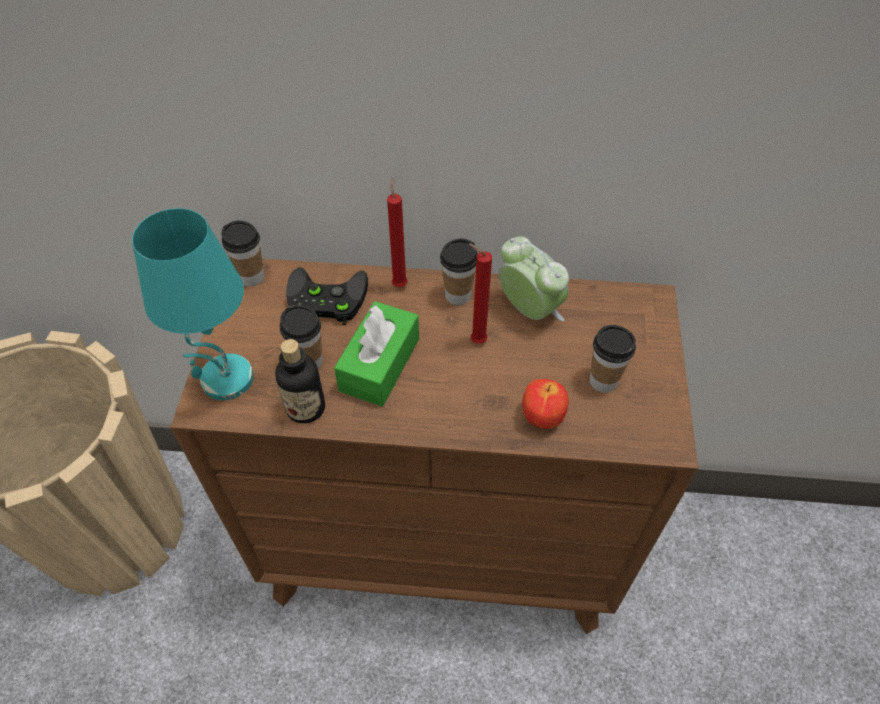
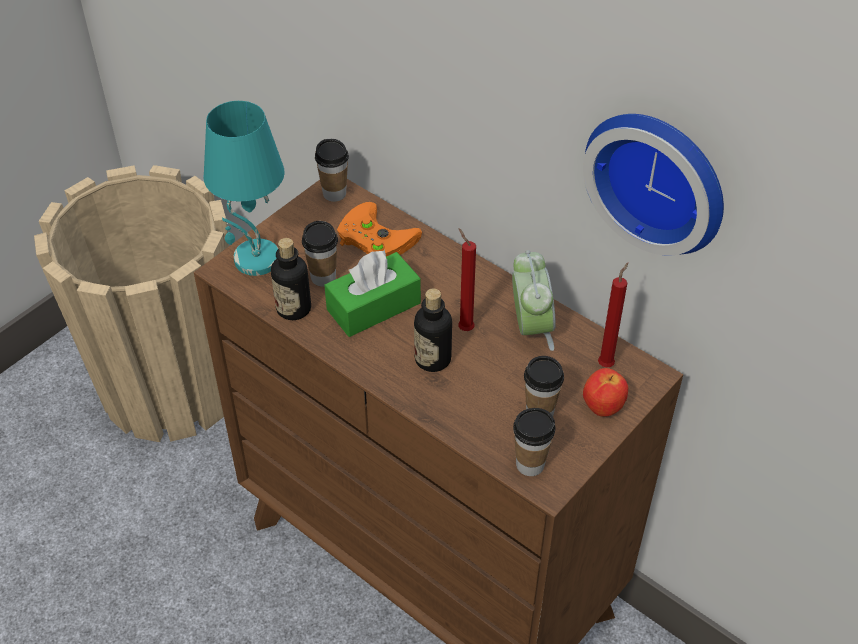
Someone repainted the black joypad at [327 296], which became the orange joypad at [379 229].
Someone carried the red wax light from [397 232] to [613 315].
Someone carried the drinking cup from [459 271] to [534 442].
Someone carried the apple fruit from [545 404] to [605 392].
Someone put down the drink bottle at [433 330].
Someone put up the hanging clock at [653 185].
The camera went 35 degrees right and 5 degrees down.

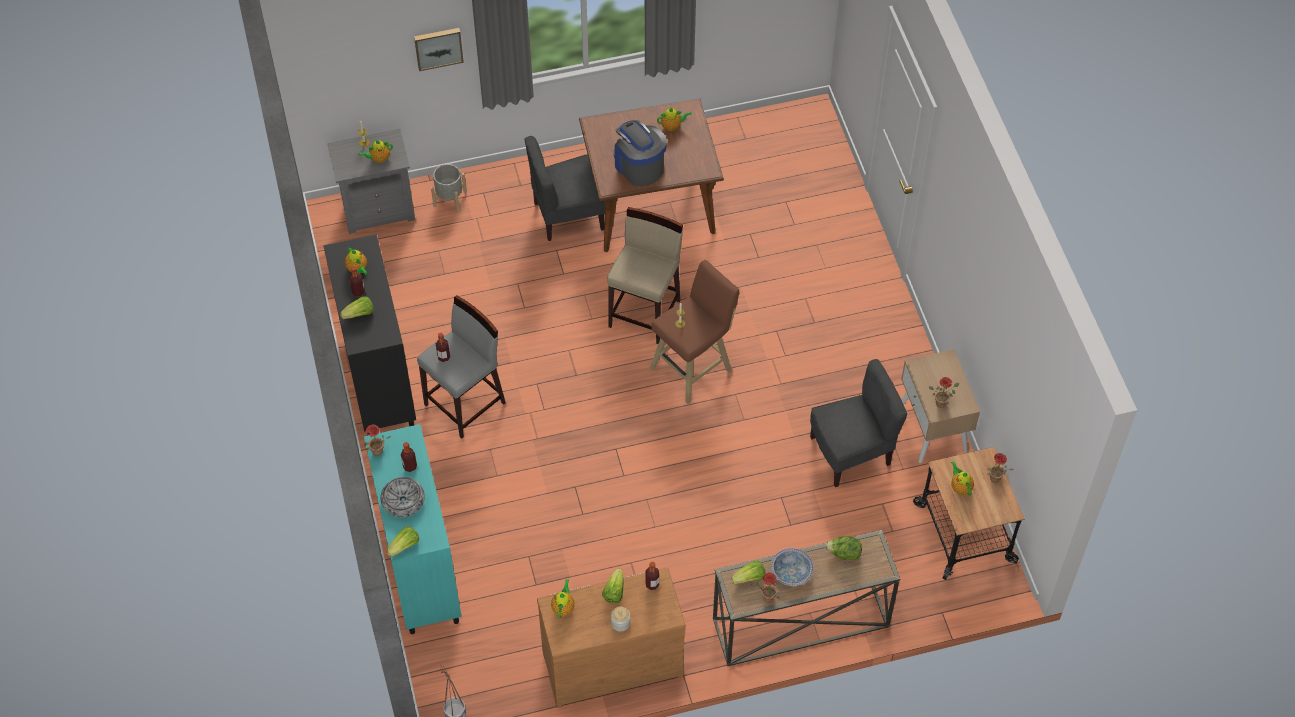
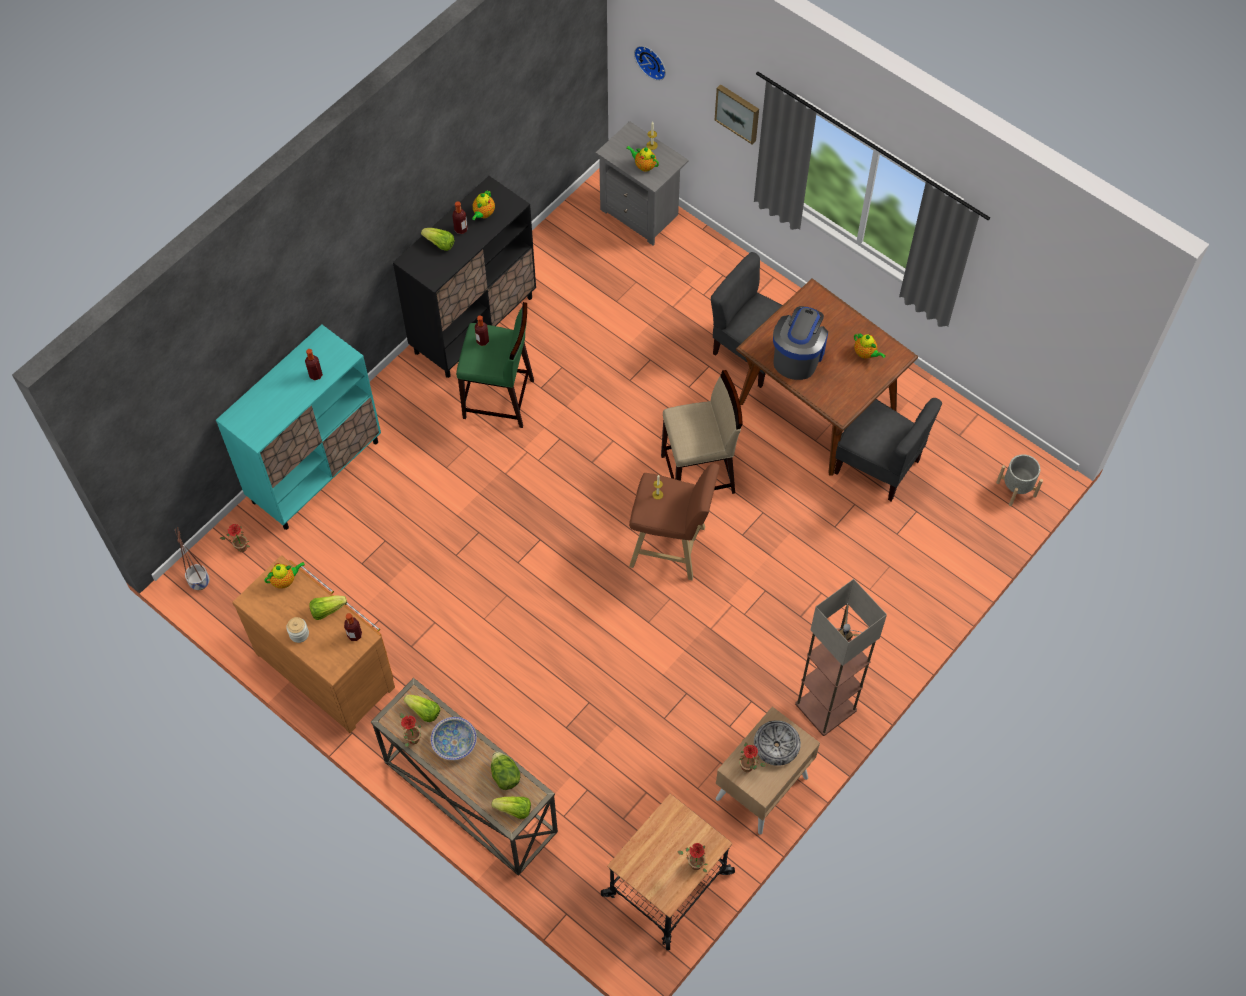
Someone carried the houseplant from [377 440] to [235 538].
Someone carried the serving bowl from [402 497] to [777 743].
Someone carried the lettuce from [402 541] to [511 808].
Someone repainted the grey sitting stool at [461 367], which became the green sitting stool at [495 365].
Someone carried the grey flower pot from [449 188] to [1019 480].
Someone carried the grey upright chair from [858 423] to [888 449].
Someone took away the pot for tea at [962 478].
Someone put up the hanging clock at [650 63].
Someone put down the standing lamp at [841 657].
The camera went 55 degrees right and 5 degrees up.

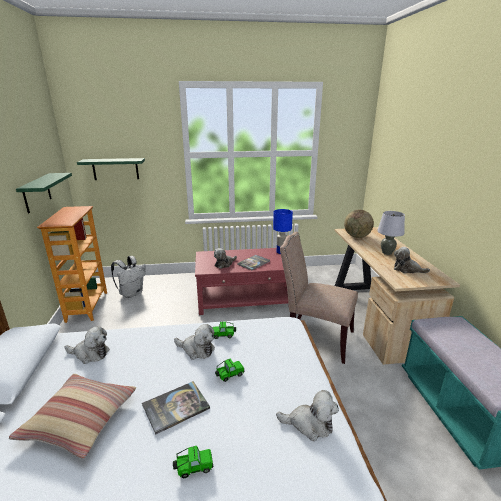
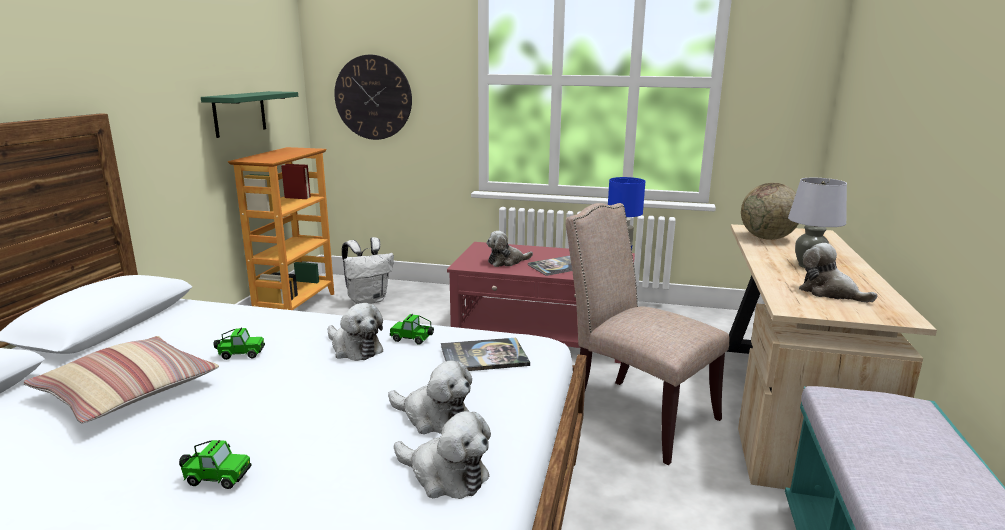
Someone carried the soft toy from [87 345] to [430 397].
Someone swapped the green bracket shelf at [111 169] for the hanging clock at [373 97].
Someone carried the bound book from [176 408] to [485 354].
Someone carried the toy car from [230 370] to [239 343].
The camera went 20 degrees right and 5 degrees down.

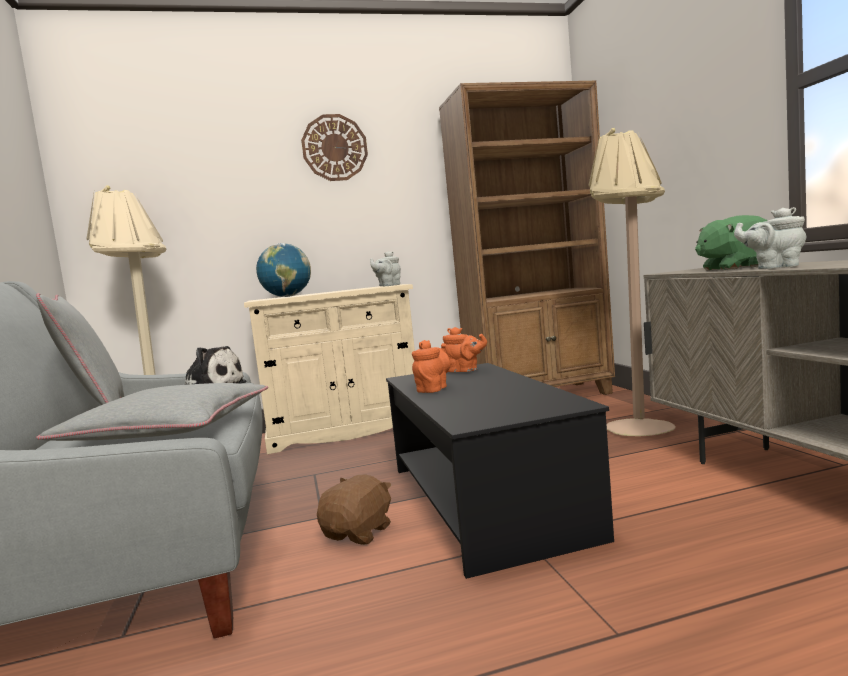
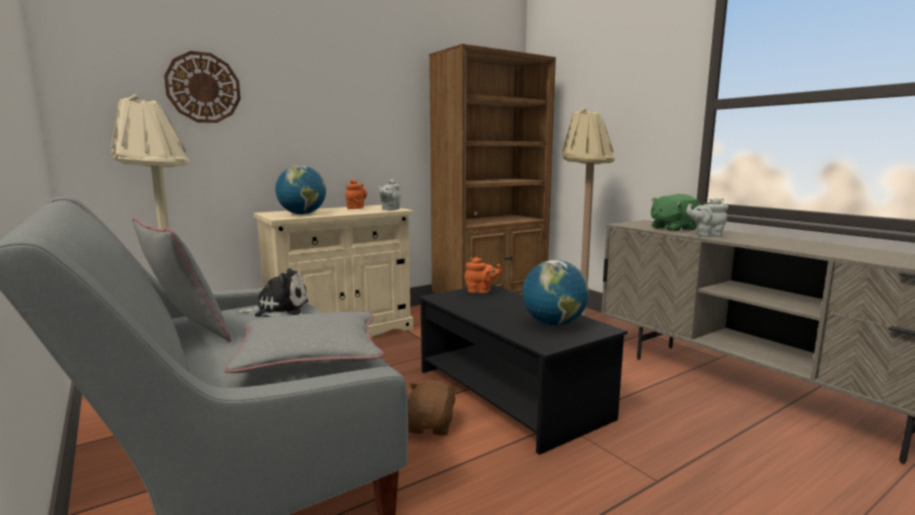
Someone carried the hanging clock from [334 147] to [202 87].
Someone carried the orange pot for tea from [431 366] to [356 194].
Someone put down the desk globe at [555 293].
The camera went 20 degrees left and 5 degrees up.

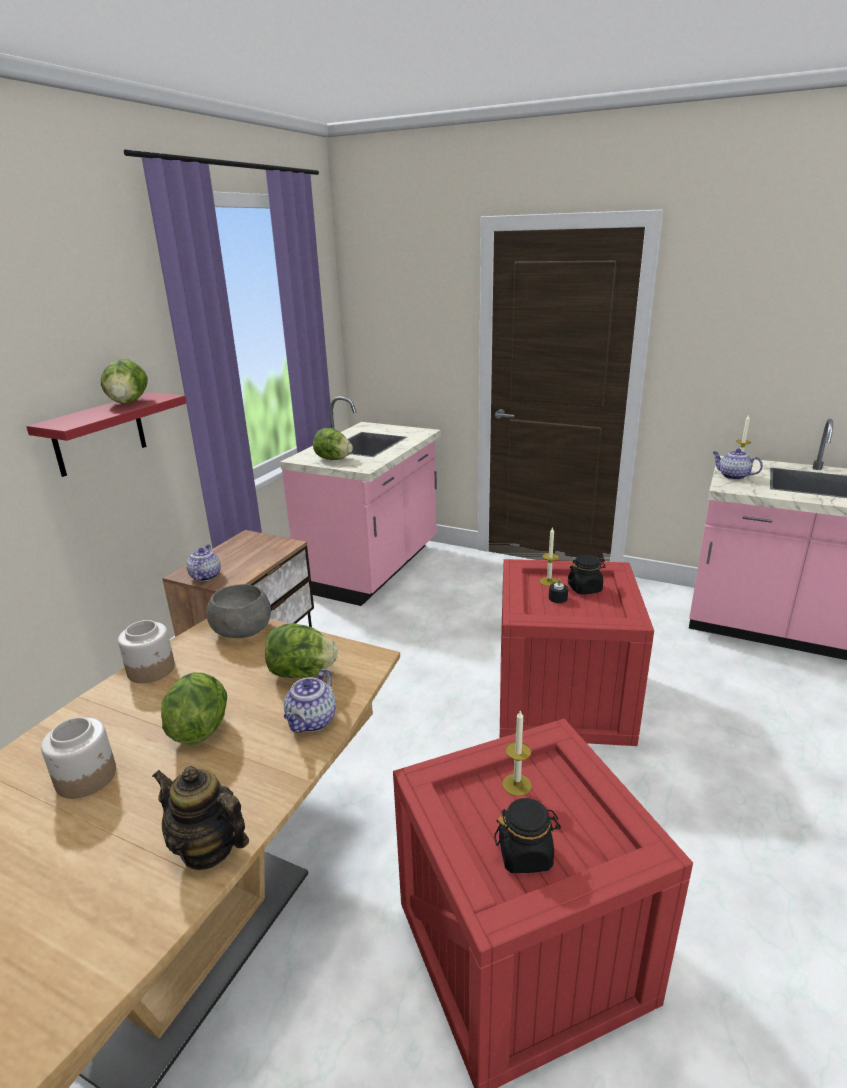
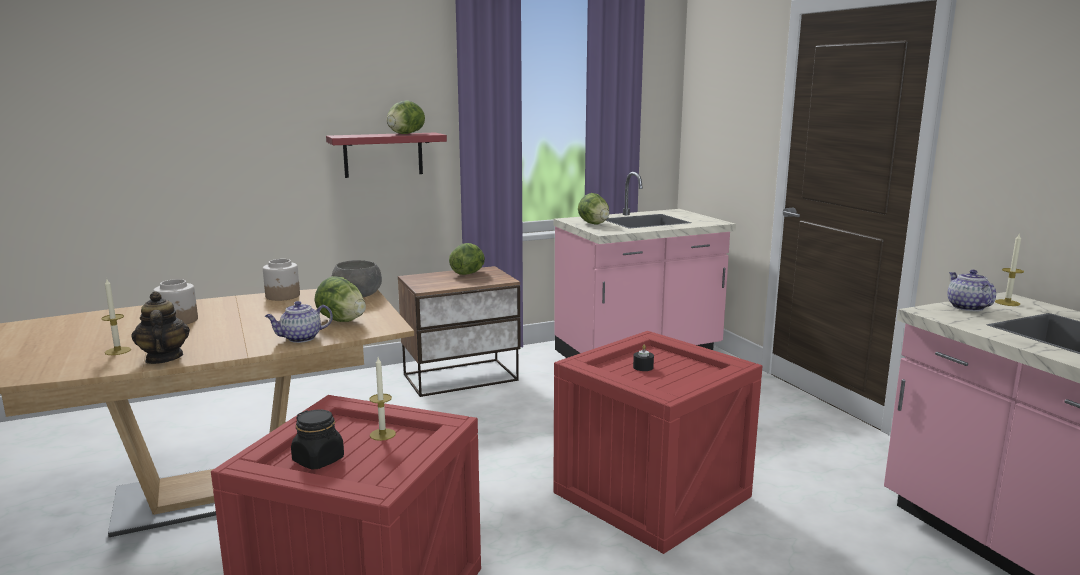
Someone carried the lettuce from [194 708] to [467 259].
Someone took away the pot for tea at [203 563].
Someone carried the wax light from [549 556] to [116 317].
Someone took away the black storage jar at [587 575].
The camera went 40 degrees right and 10 degrees down.

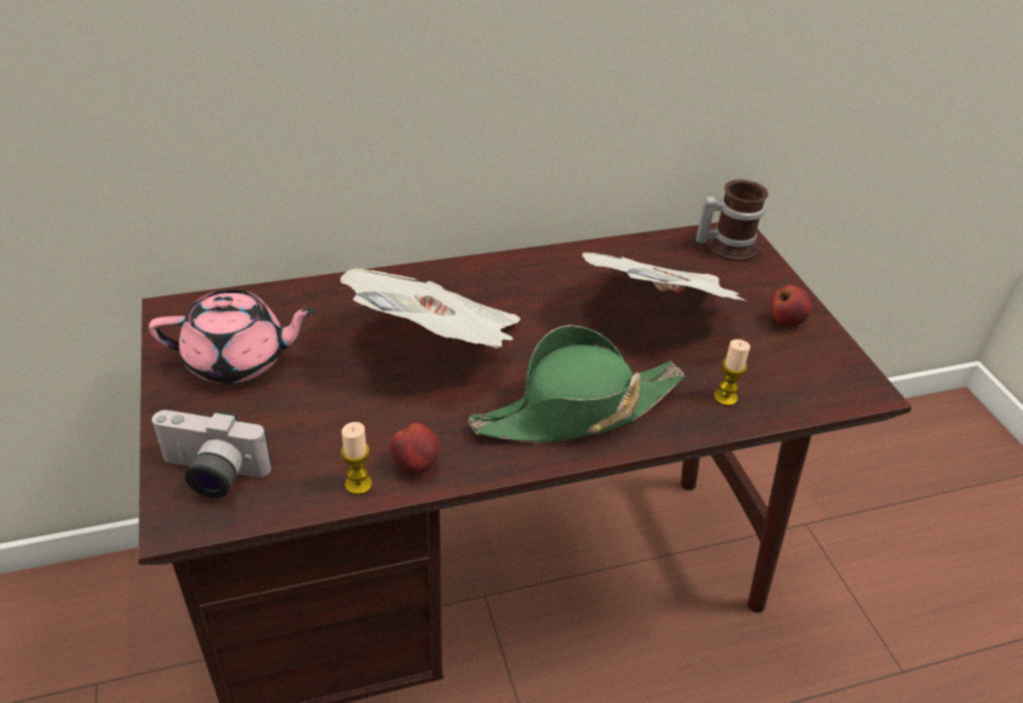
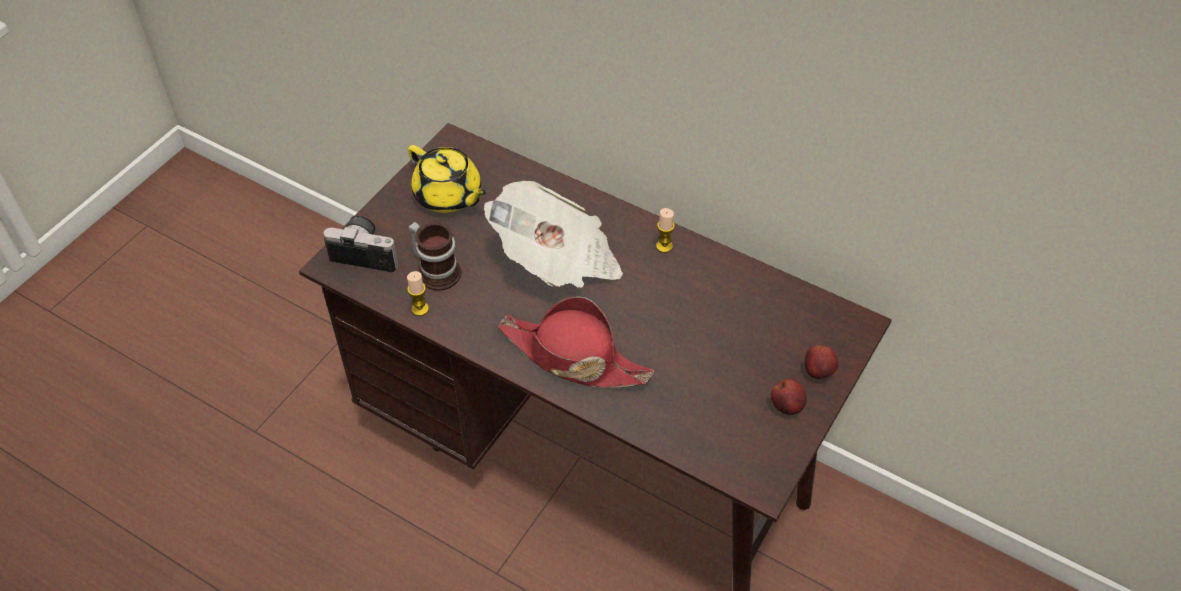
Someone repainted the pink pot for tea at [232 336], which became the yellow-coloured pot for tea at [447 179].
Someone rotated the still camera at [211 454] by 135 degrees clockwise.
Someone carried the apple fruit from [415 448] to [821 362].
Someone repainted the green hat at [576 384], which became the red hat at [576 342].
Someone took away the daily paper at [664 276].
Someone carried the coffee mug from [732 220] to [435 256].
Someone carried the wax light from [732 372] to [665 230].
The camera went 50 degrees right and 10 degrees up.

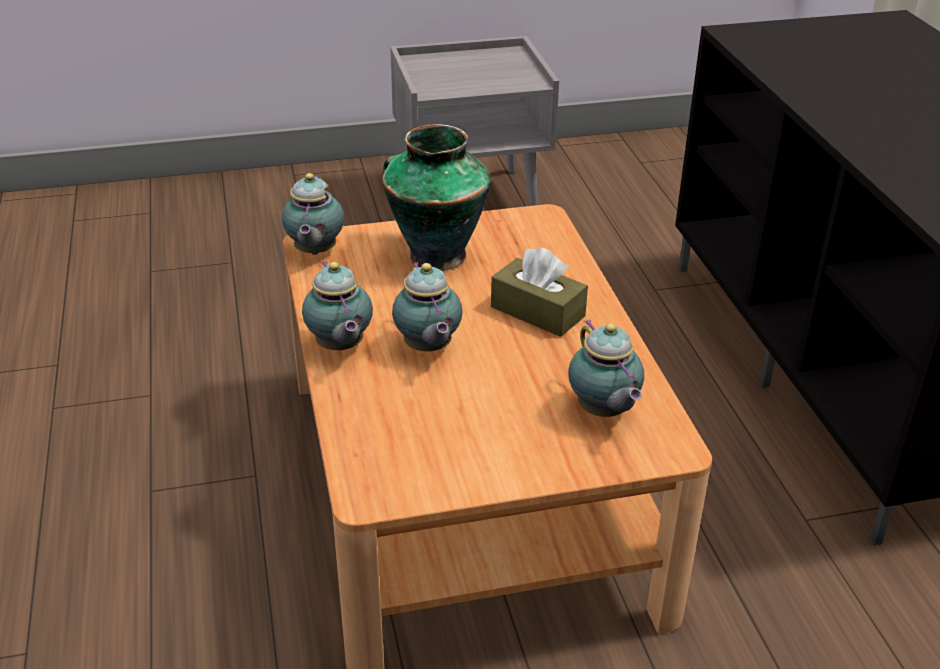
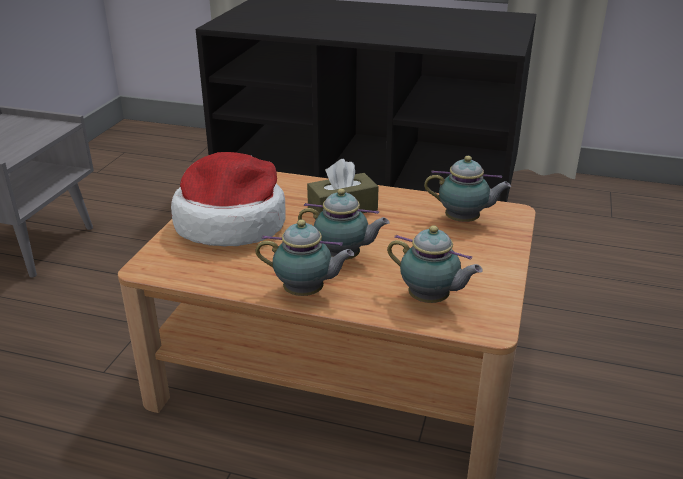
Someone carried the pot for tea from [313 214] to [435 264].
Someone swapped the decorative vase at [436 197] for the hat at [228 199].
The camera went 60 degrees left and 5 degrees down.

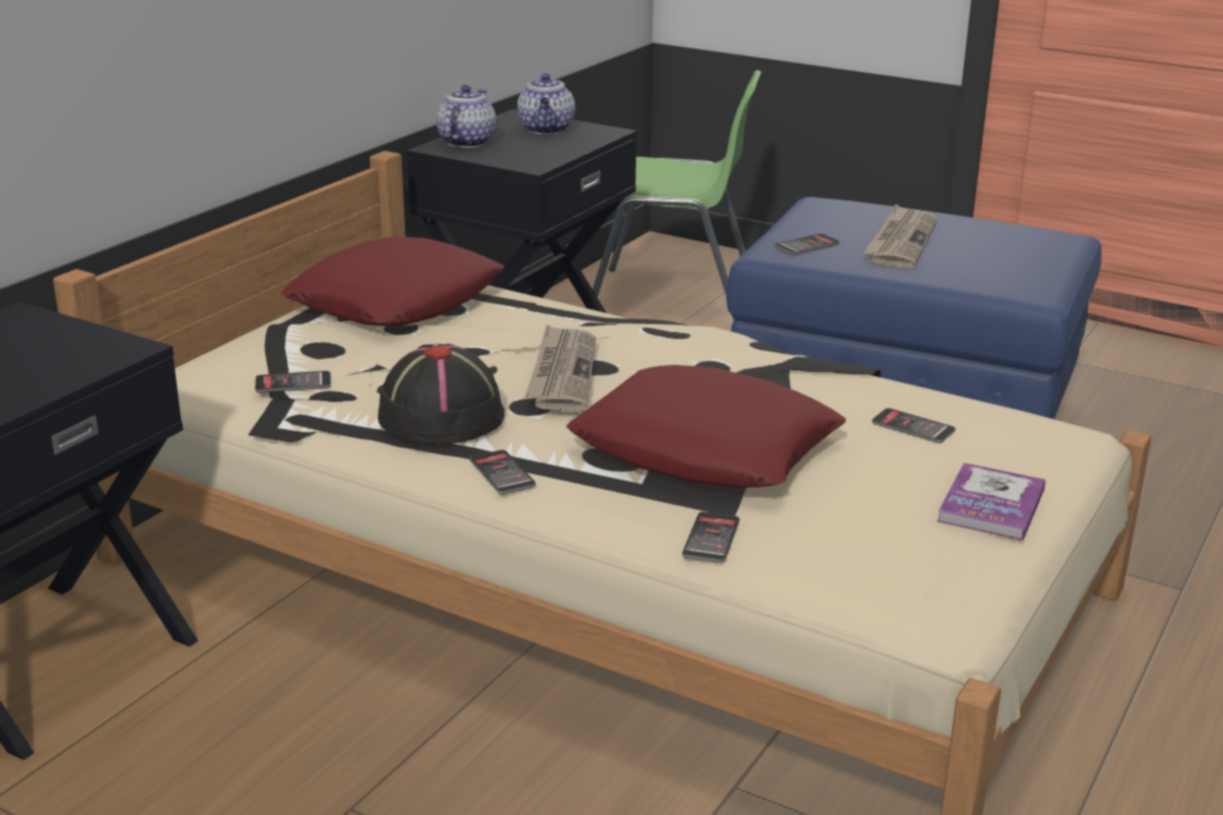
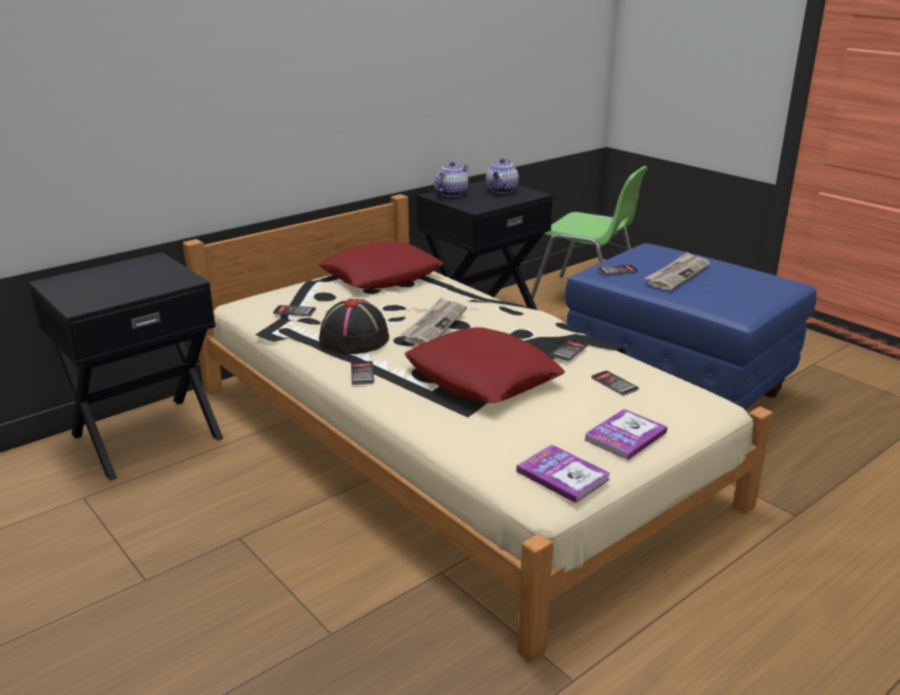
Someone carried the handset from [711 537] to [569 350].
Someone put down the bound book at [563 473].
The camera went 20 degrees right and 0 degrees up.

